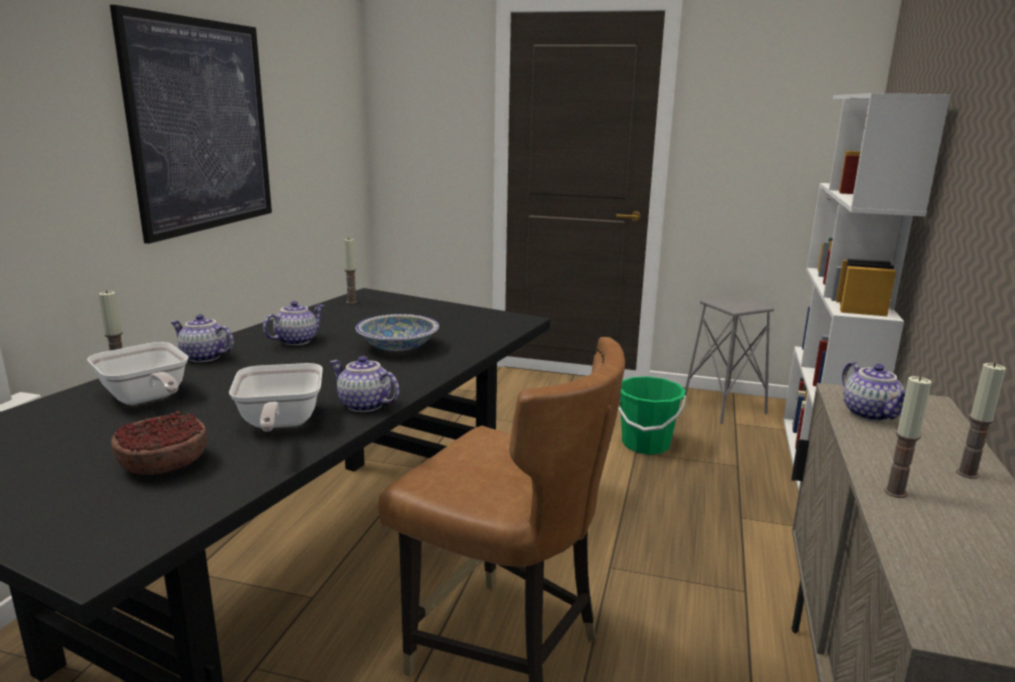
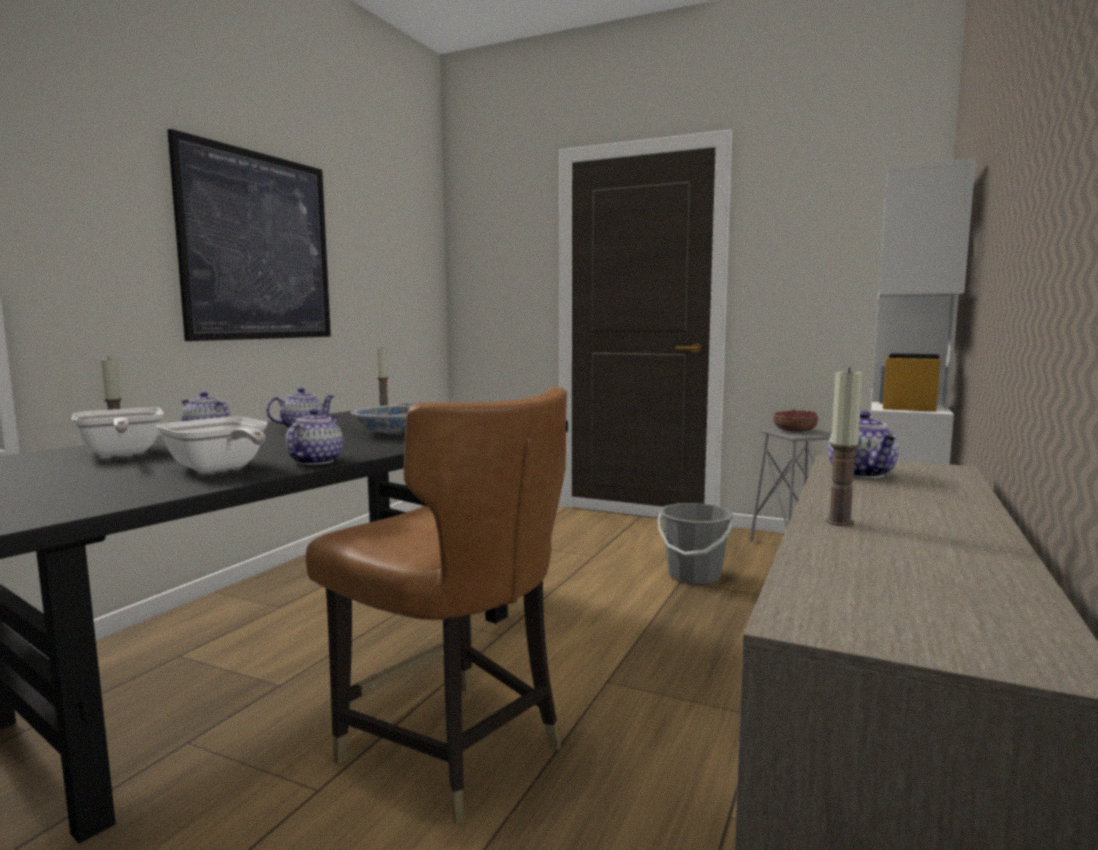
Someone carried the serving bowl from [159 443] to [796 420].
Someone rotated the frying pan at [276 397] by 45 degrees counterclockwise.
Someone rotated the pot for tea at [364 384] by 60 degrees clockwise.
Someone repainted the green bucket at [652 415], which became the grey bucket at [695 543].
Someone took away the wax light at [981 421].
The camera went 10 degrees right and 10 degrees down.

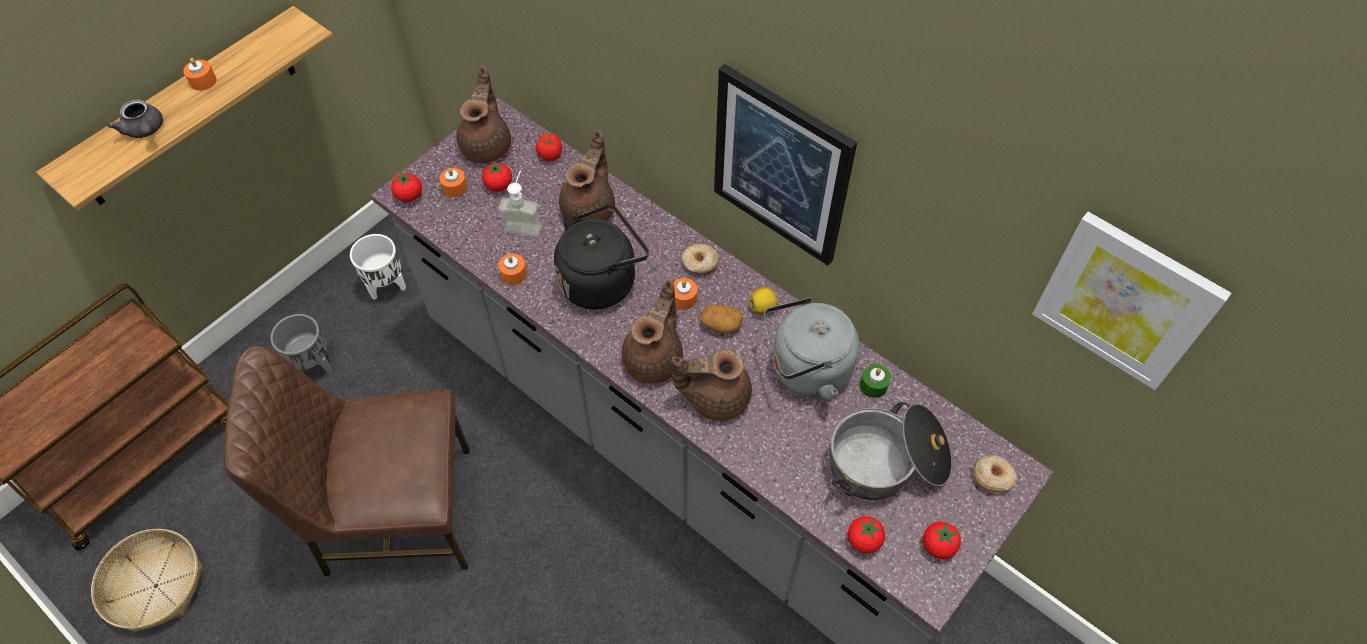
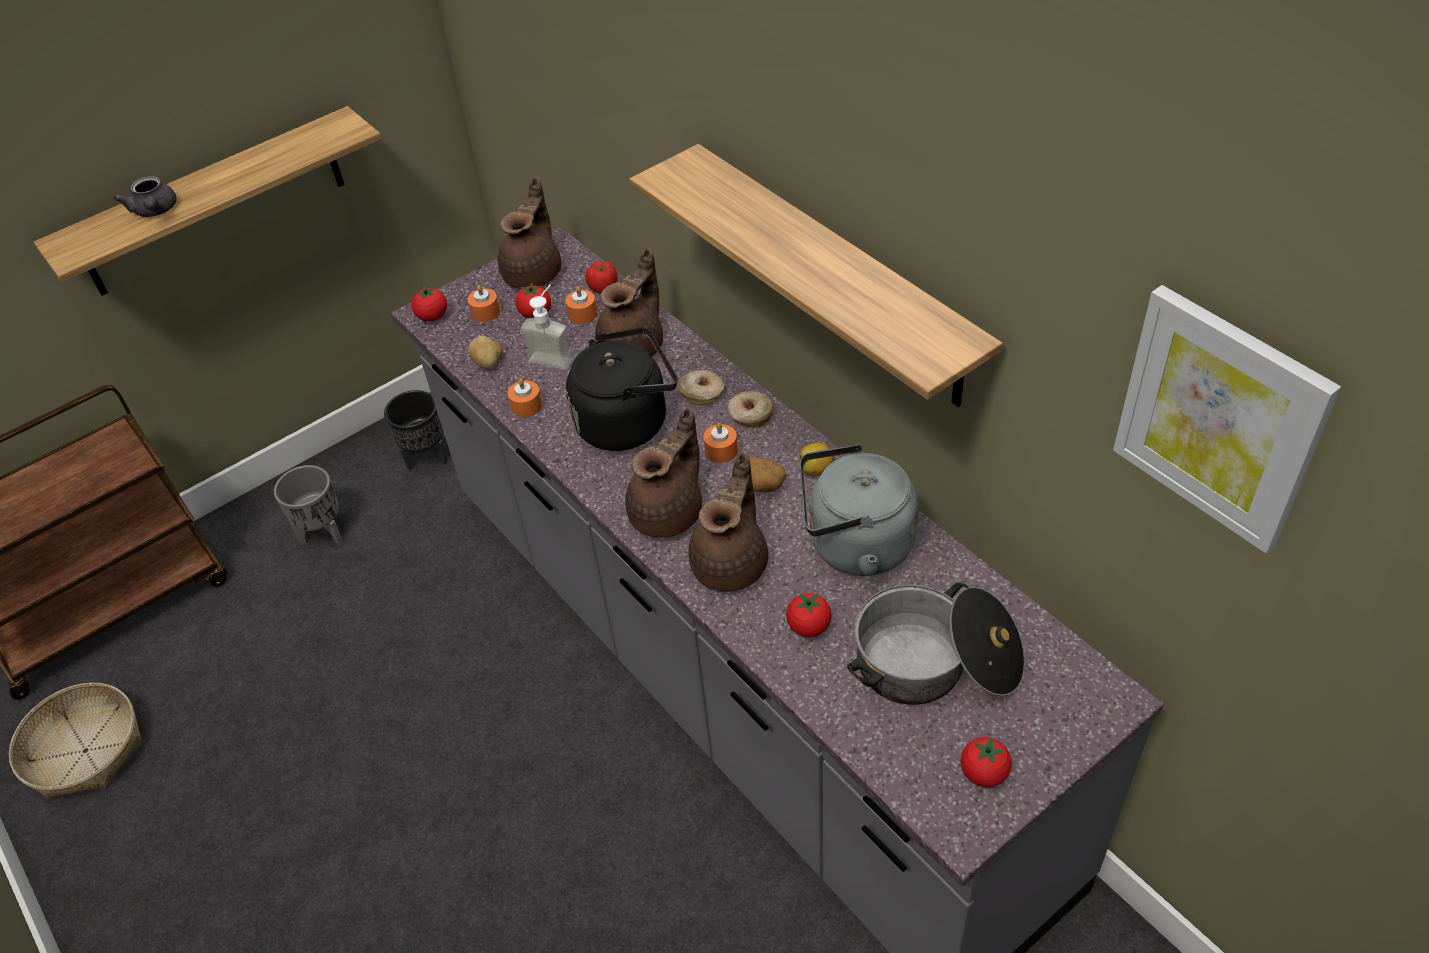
Someone carried the orange wax light from [200 74] to [581 305].
Someone took away the brown upright chair at [347 461].
Someone repainted the white flower pot at [378 267], which became the black flower pot at [416 430].
Someone rotated the brown pot for tea at [712 385] by 105 degrees clockwise.
Someone swapped the wall picture at [785 165] for the bracket shelf at [816 275].
Someone carried the tomato from [866 535] to [809 615].
Someone took away the green wax light at [875 381].
Someone carried the donut from [995 474] to [702 387].
Someone put down the whole potato at [485 352].
The camera went 15 degrees right and 10 degrees down.

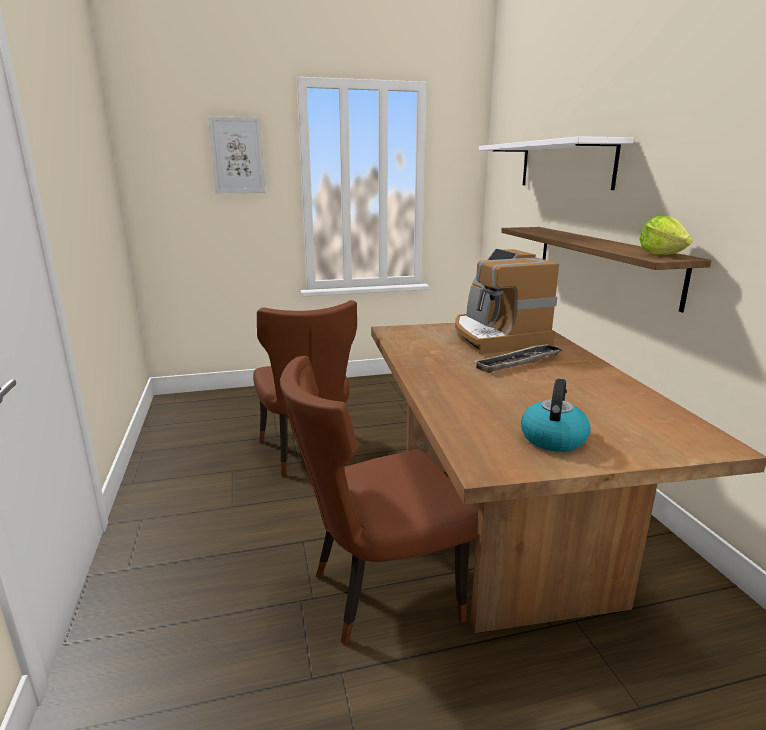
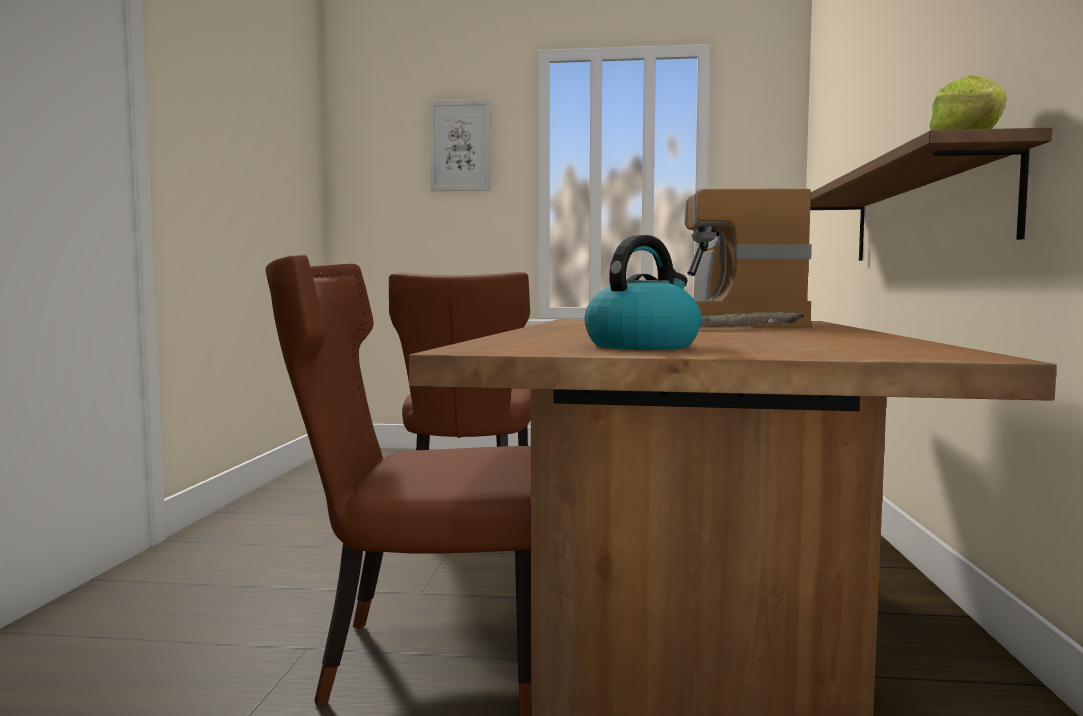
Someone took away the white bracket shelf at [556 163].
The camera went 20 degrees right and 15 degrees down.

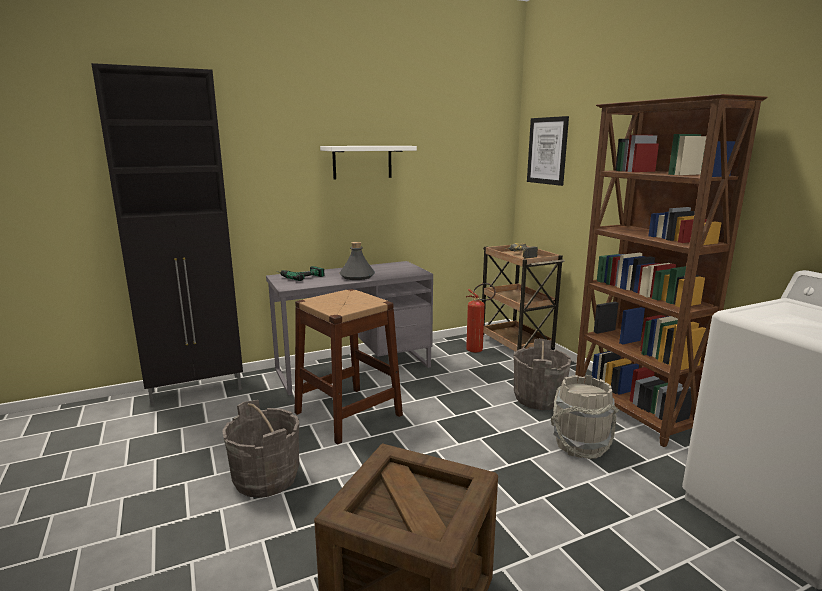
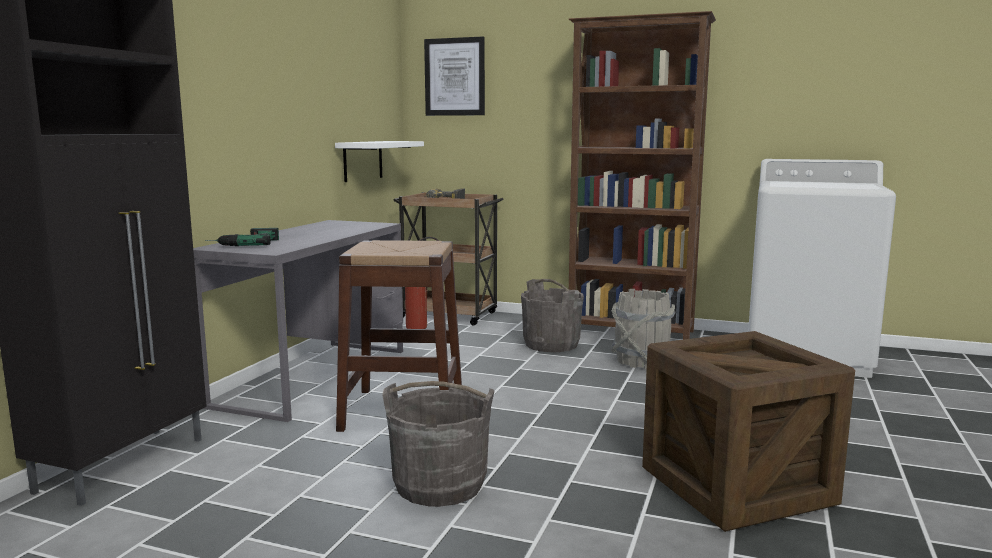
Someone carried the white bracket shelf from [368 163] to [379 161].
Someone took away the grey drink bottle at [357 261].
The camera went 45 degrees left and 5 degrees down.

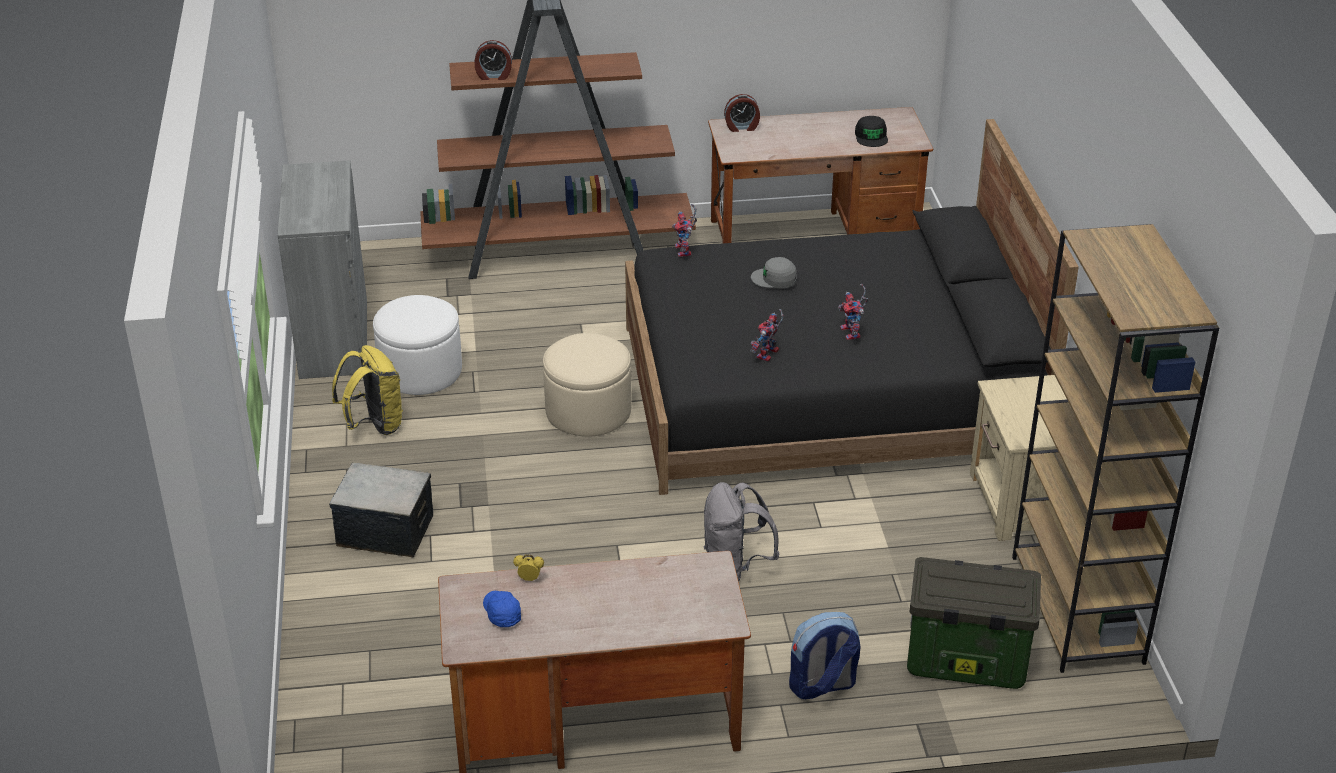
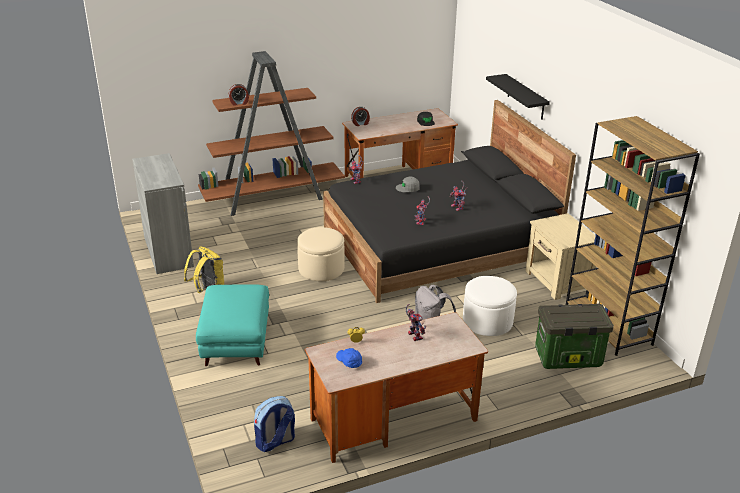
Someone swapped the storage container at [381 510] for the blue-green pouffe at [232 325].
Someone carried the white pouffe from [417 345] to [490 306].
Someone carried the backpack from [824 655] to [274 424].
Someone put down the model robot at [416 322].
Someone put up the black bracket shelf at [518 97].
The camera went 15 degrees left and 5 degrees down.

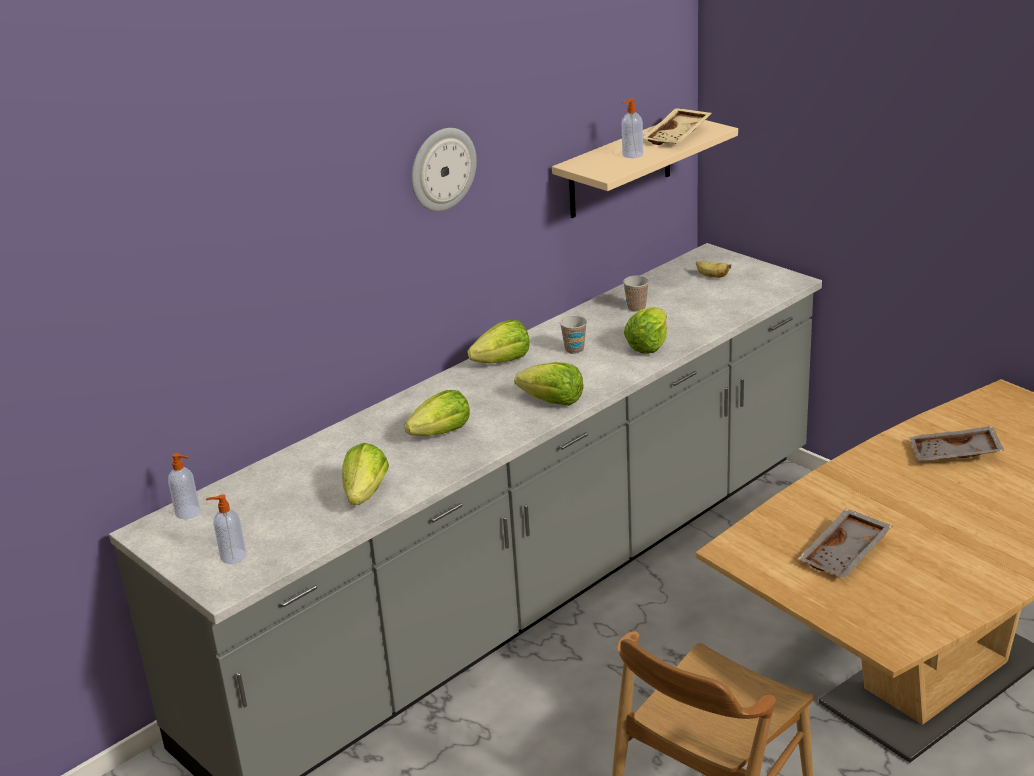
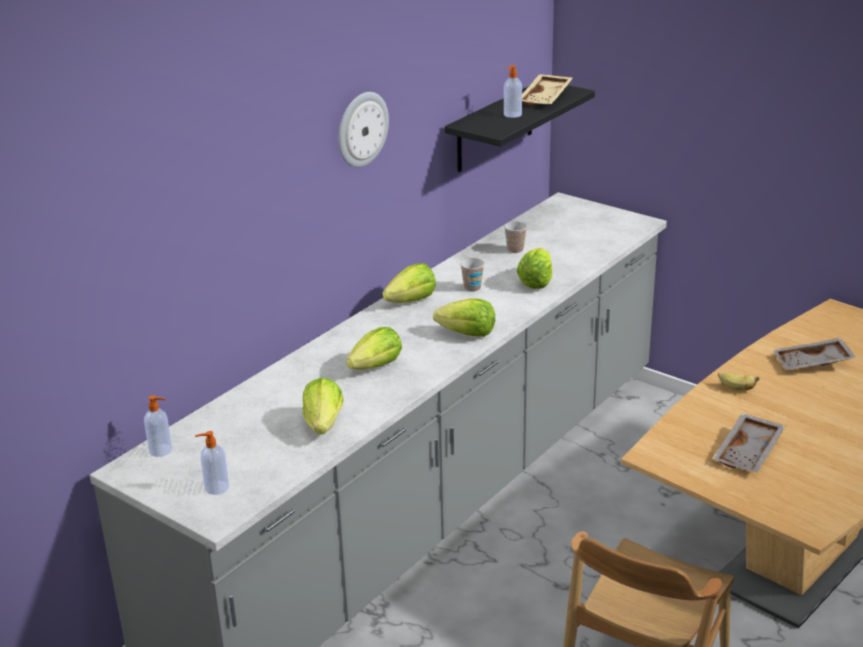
Someone repainted the beige-coloured bracket shelf at [645 169], which became the black bracket shelf at [520 128].
Someone carried the banana from [713 269] to [739 381].
The camera went 10 degrees left and 0 degrees up.

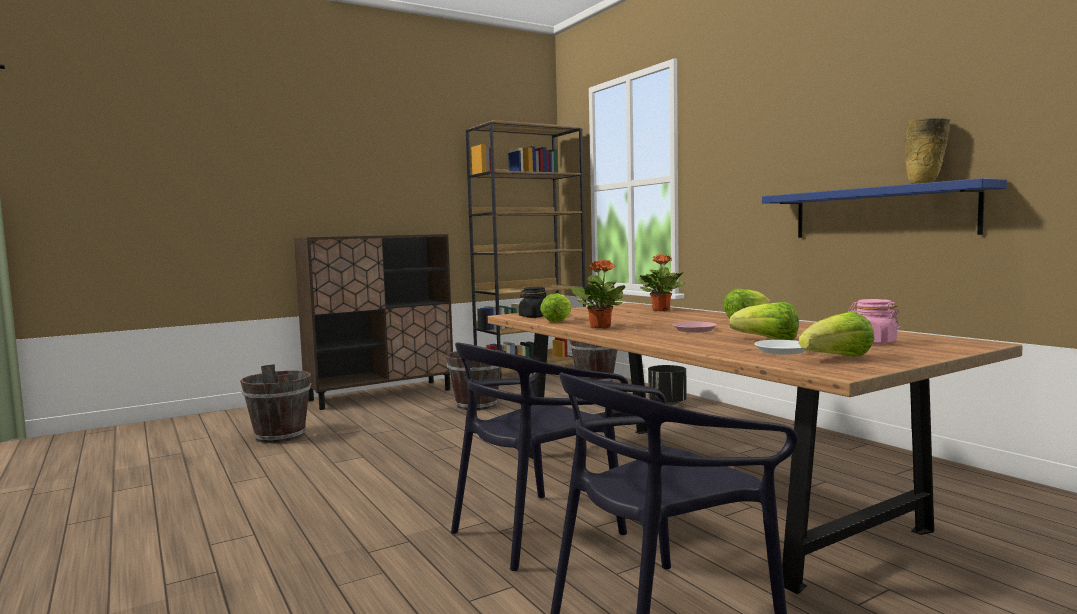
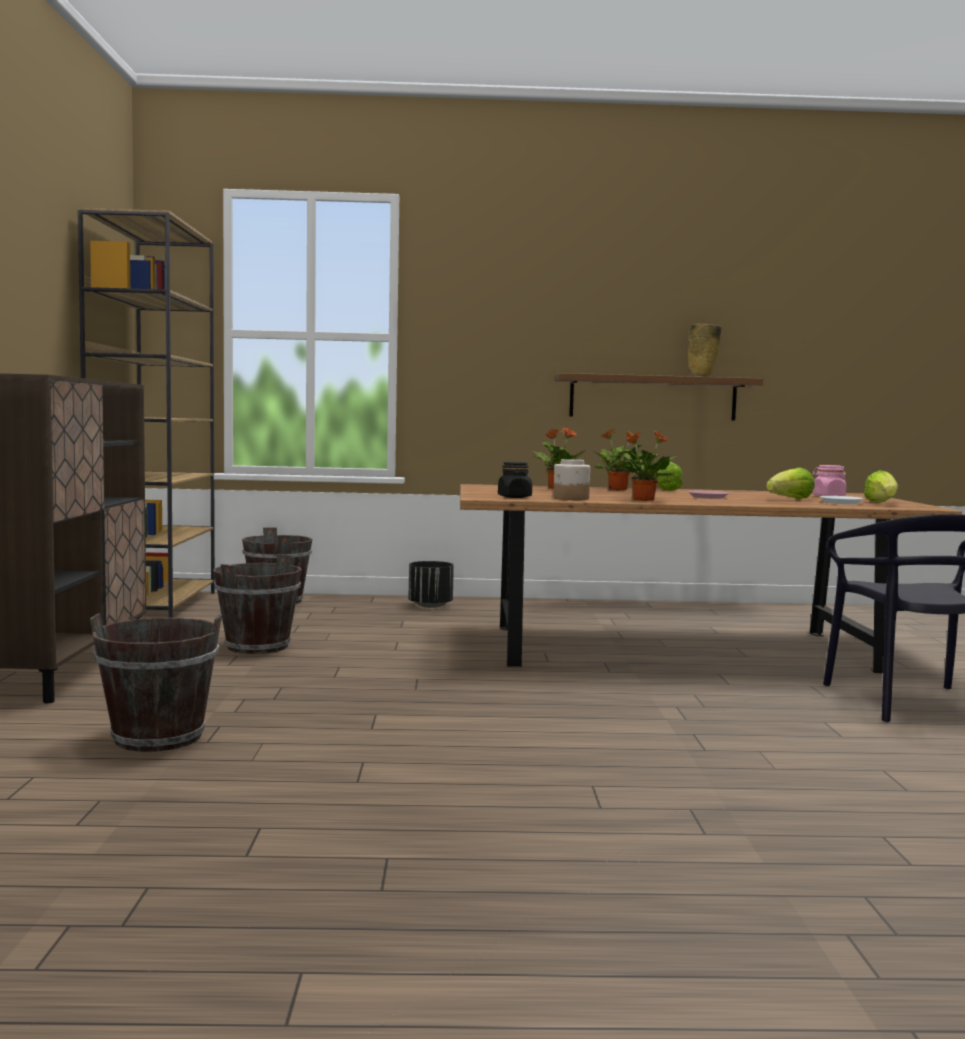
Someone took away the black upright chair at [539 457].
Someone swapped the lettuce at [555 307] for the storage jar at [572 479].
Someone repainted the blue bracket shelf at [884 208], which became the brown bracket shelf at [659 396].
Someone put down the houseplant at [618 459].
The camera went 60 degrees left and 0 degrees up.

